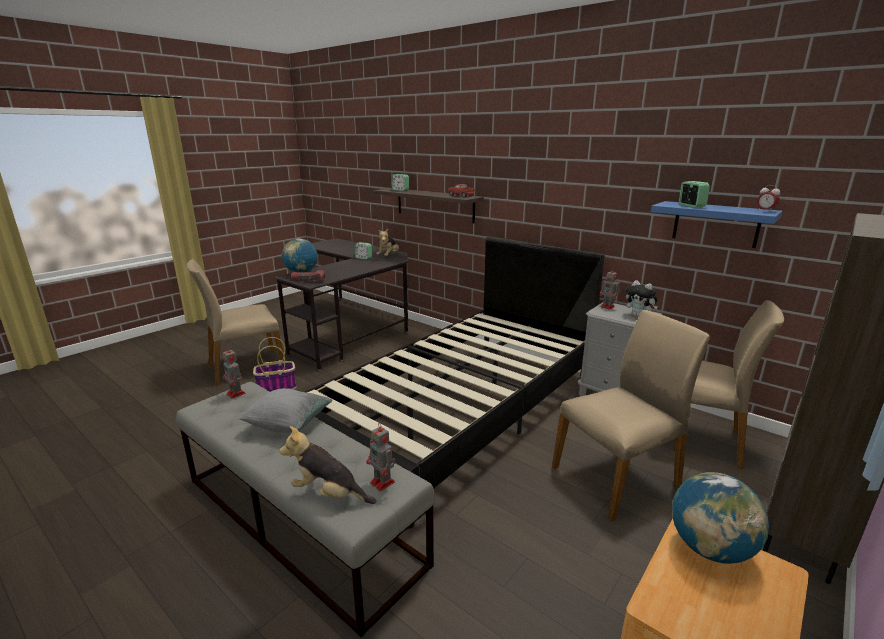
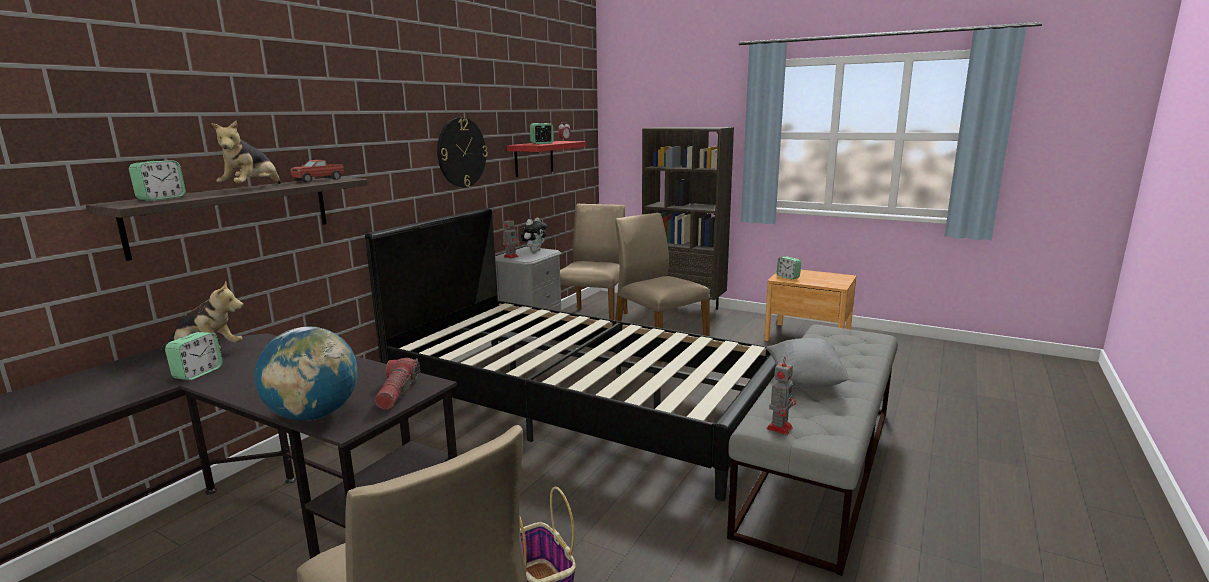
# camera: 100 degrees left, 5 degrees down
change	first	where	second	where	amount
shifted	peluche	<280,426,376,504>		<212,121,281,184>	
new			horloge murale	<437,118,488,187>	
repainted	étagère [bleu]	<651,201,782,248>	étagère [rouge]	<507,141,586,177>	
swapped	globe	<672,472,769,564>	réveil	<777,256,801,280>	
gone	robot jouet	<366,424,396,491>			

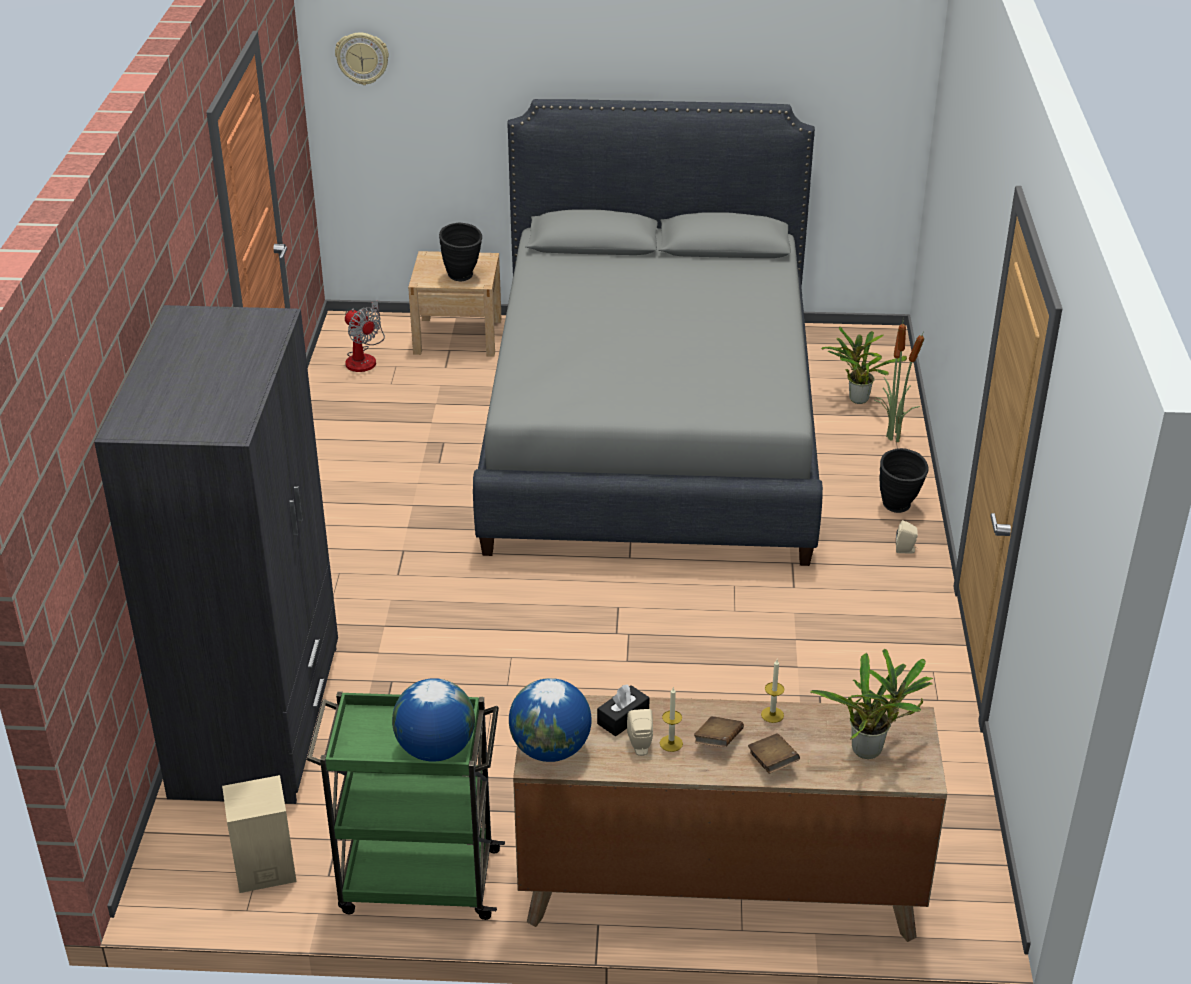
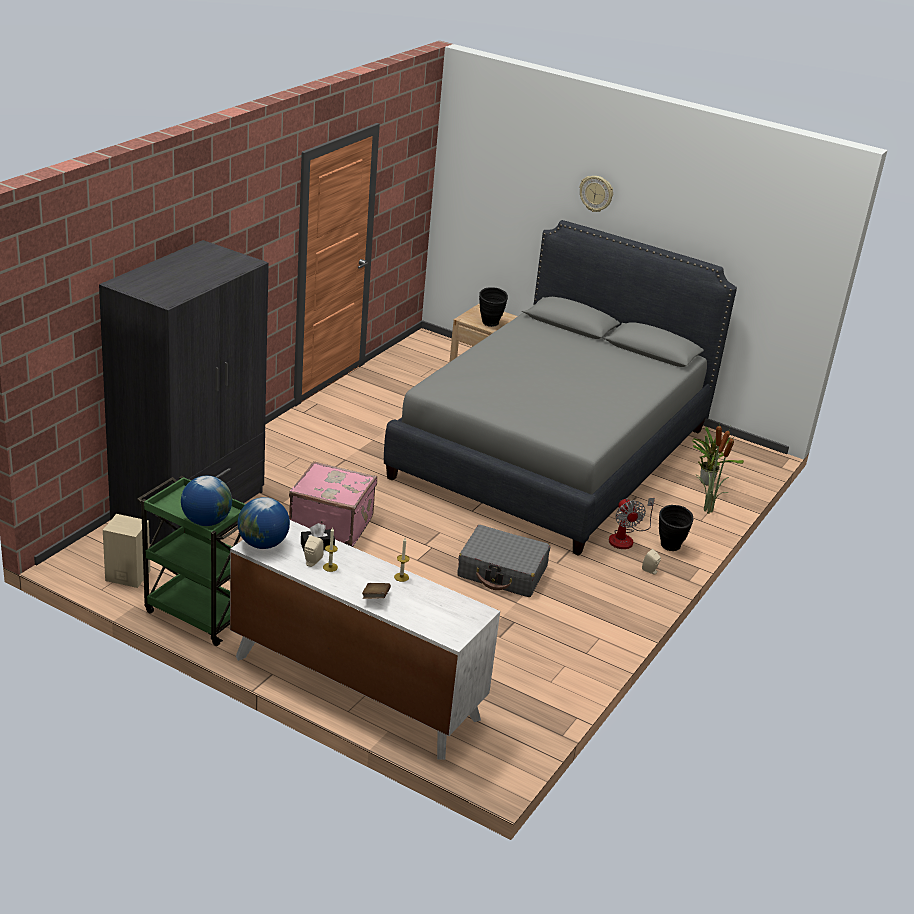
# camera: 25 degrees right, 5 degrees down
change	first	where	second	where	amount
repainted	commode [marron]	<513,695,947,942>	commode [blanc]	<230,520,500,760>	
new			valise [rose]	<289,461,377,547>	
new			valise [gris]	<457,525,550,597>	
shifted	horloge murale	<335,32,389,85>		<579,176,613,212>	
shifted	ventilateur	<345,300,385,372>		<609,498,655,549>	
gone	livre [marron]	<694,716,744,747>			
gone	plante en pot	<810,649,933,759>			

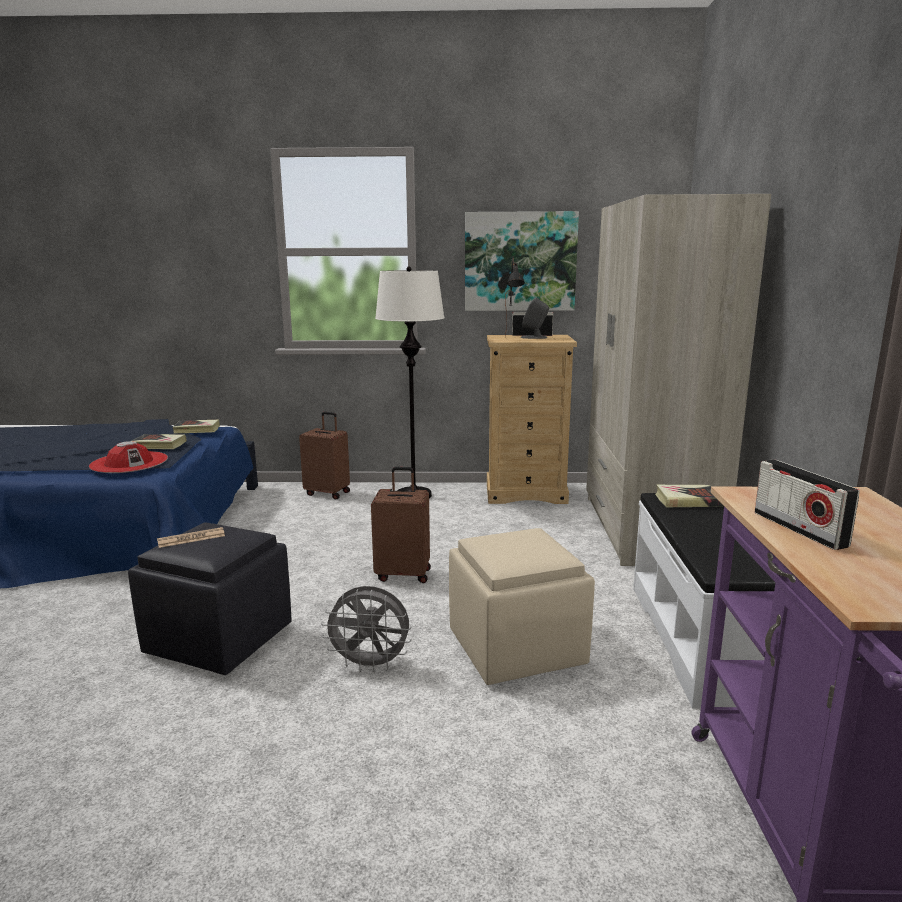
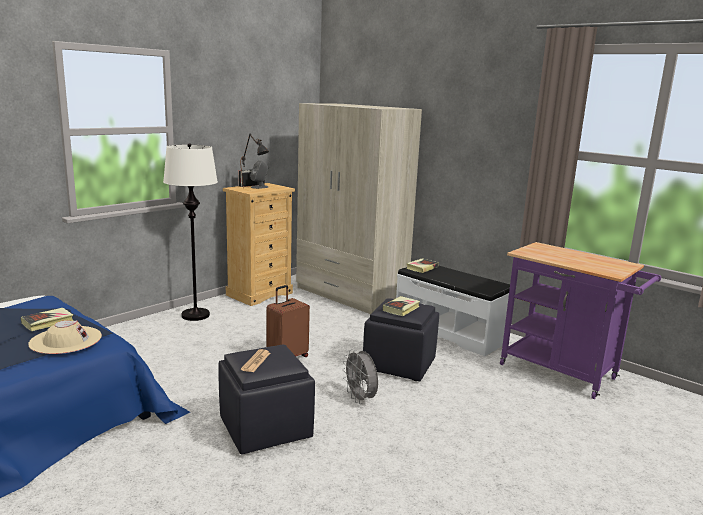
# camera: 50 degrees left, 0 degrees up
change	first	where	second	where	amount
repainted	chapeau [rouge]	<89,441,168,473>	chapeau [beige]	<28,320,102,354>	
rotated	ventilateur [gris]	<321,586,412,673>		<342,349,378,404>	105 degrees clockwise
repainted	pouf [beige]	<449,528,595,685>	pouf [noir]	<363,298,439,381>	
shifted	livre	<173,420,220,434>		<383,296,420,316>	
gone	valise [marron]	<299,412,350,500>			
gone	tableau	<465,211,579,311>			
gone	radio	<755,459,860,550>			

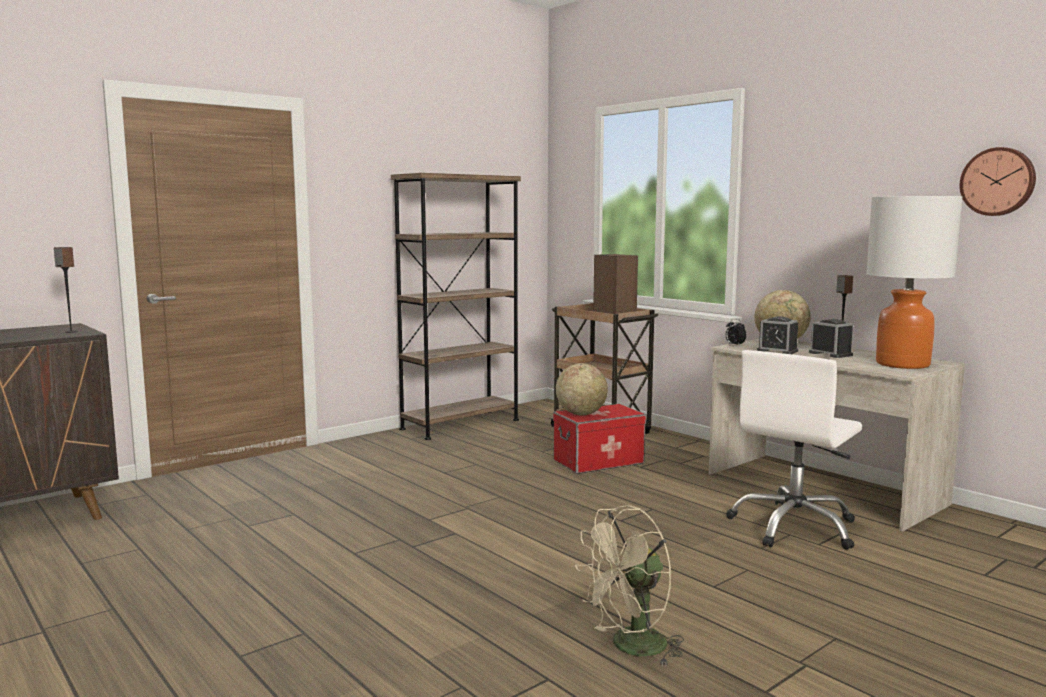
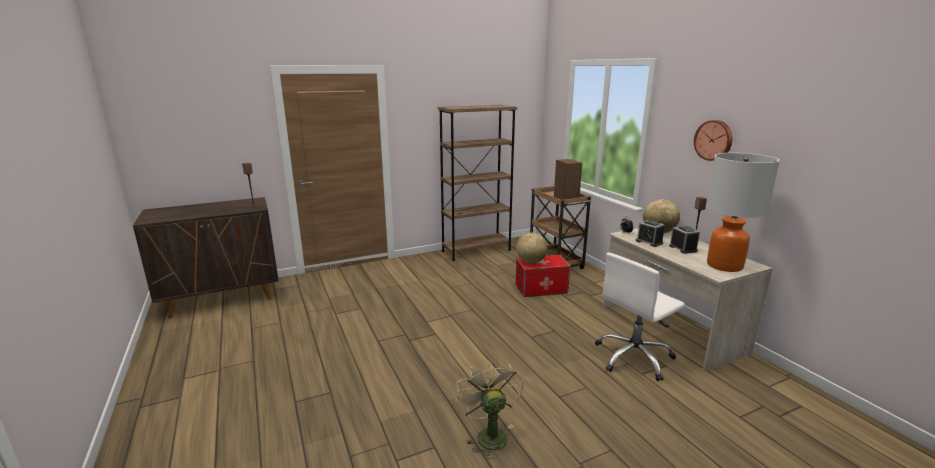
# camera: 15 degrees right, 10 degrees up
change	first	where	second	where	amount
rotated	ventilateur [beige]	<575,505,684,665>		<456,360,523,459>	90 degrees clockwise
shifted	horloge murale	<960,147,1036,216>		<694,120,732,161>	

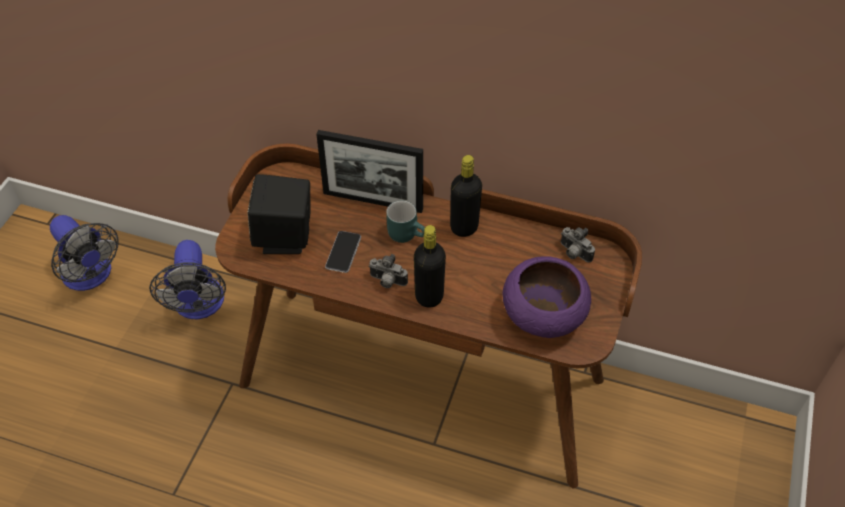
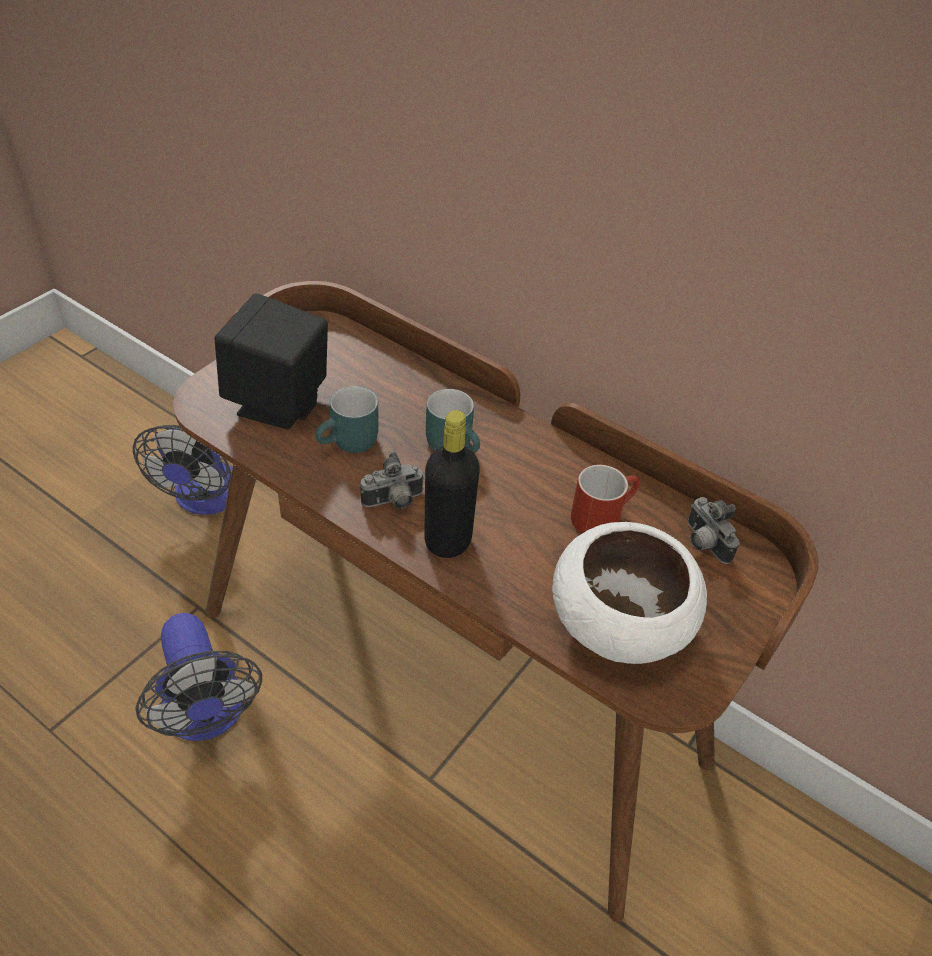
# camera: 15 degrees right, 5 degrees down
change	first	where	second	where	amount
shifted	ventilateur	<50,215,119,291>		<136,613,262,741>	
swapped	téléphone	<325,231,361,273>	mug [turquoise]	<315,386,378,453>	
rotated	appareil photo	<368,254,408,288>		<360,452,425,509>	60 degrees counterclockwise
repainted	bol [violet]	<502,257,591,338>	bol [blanc]	<552,522,707,664>	
new			mug [rouge]	<571,465,640,533>	
gone	cadre photo	<316,130,423,213>			
gone	bouteille [noir]	<450,155,482,237>			

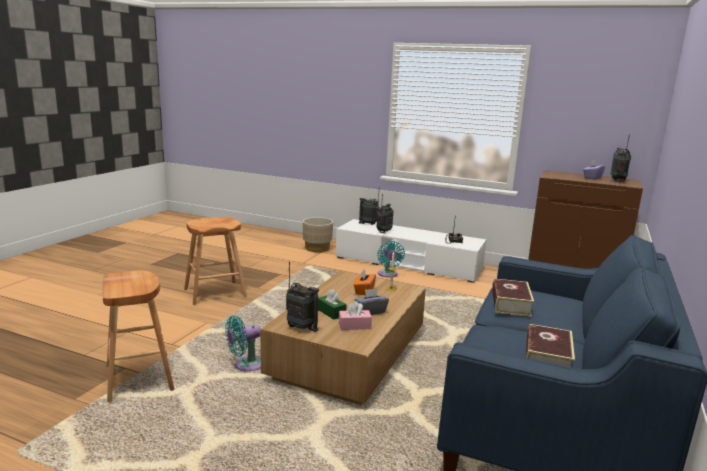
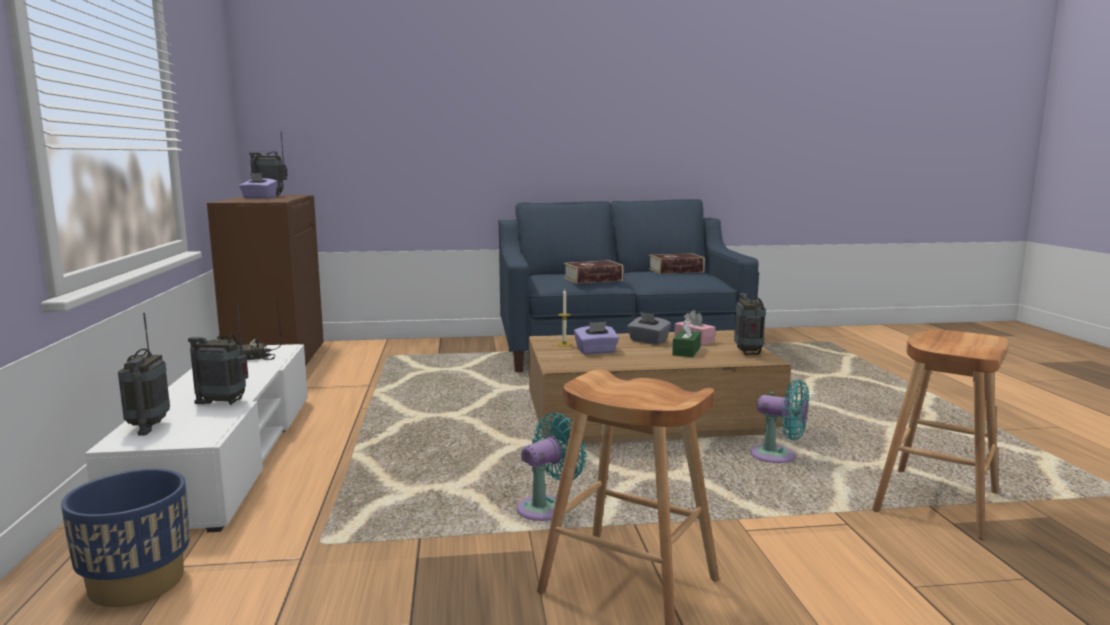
# camera: 120 degrees left, 5 degrees down
change	first	where	second	where	amount
repainted	cache-pot [beige]	<303,217,333,252>	cache-pot [bleu]	<61,469,190,607>	
shifted	ventilateur [turquoise]	<377,241,405,278>		<516,412,587,521>	
repainted	boîte à mouchoirs [orange]	<354,269,376,295>	boîte à mouchoirs [violet]	<574,322,619,355>	

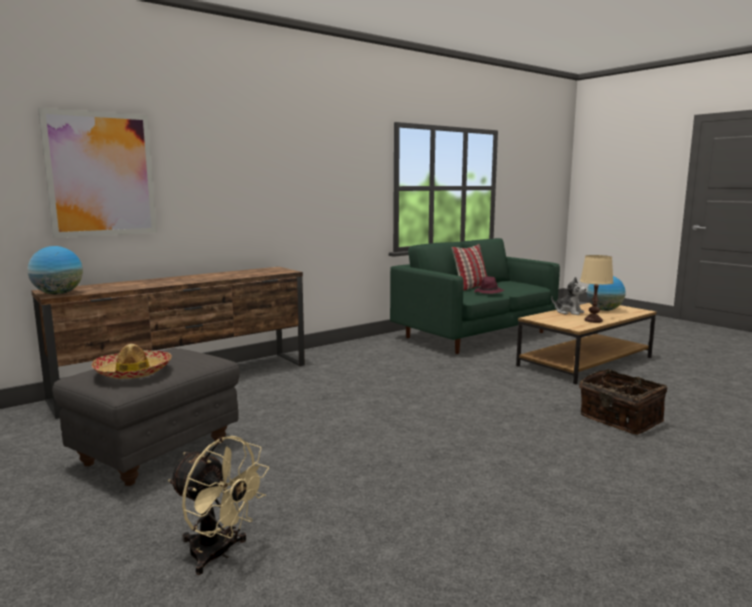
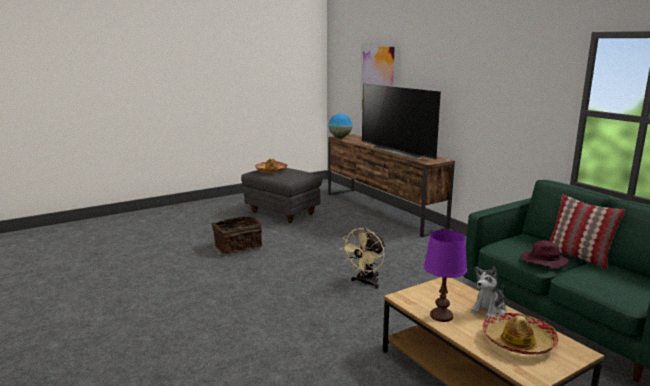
# camera: 95 degrees right, 5 degrees up
change	first	where	second	where	amount
shifted	panier	<579,369,667,435>		<211,216,262,254>	
shifted	ventilateur [beige]	<168,436,269,575>		<340,228,385,289>	
new			téléviseur	<362,84,441,160>	
repainted	lampe de table [beige]	<580,255,614,323>	lampe de table [violet]	<424,230,467,322>	
swapped	globe	<587,276,626,311>	chapeau	<482,313,559,355>	

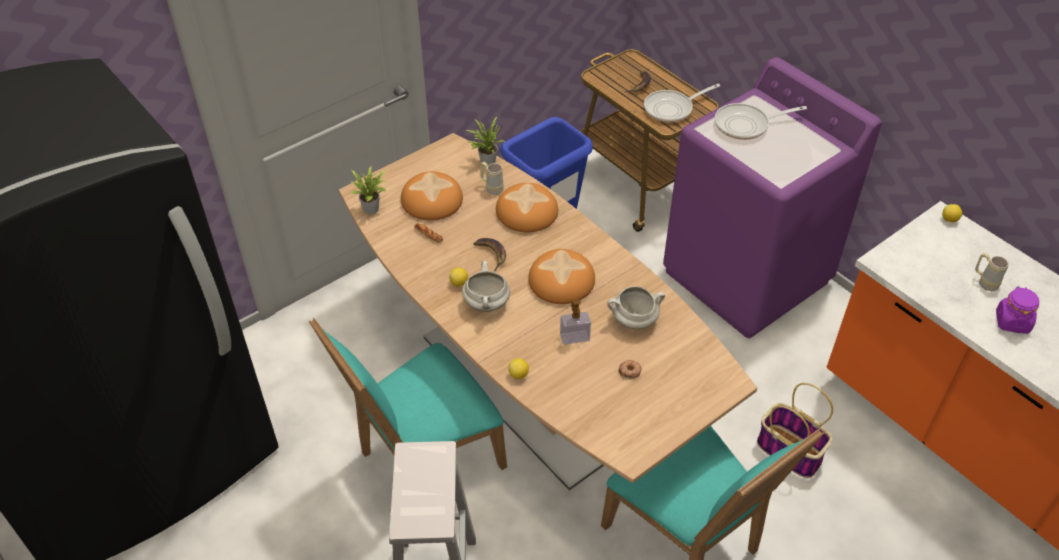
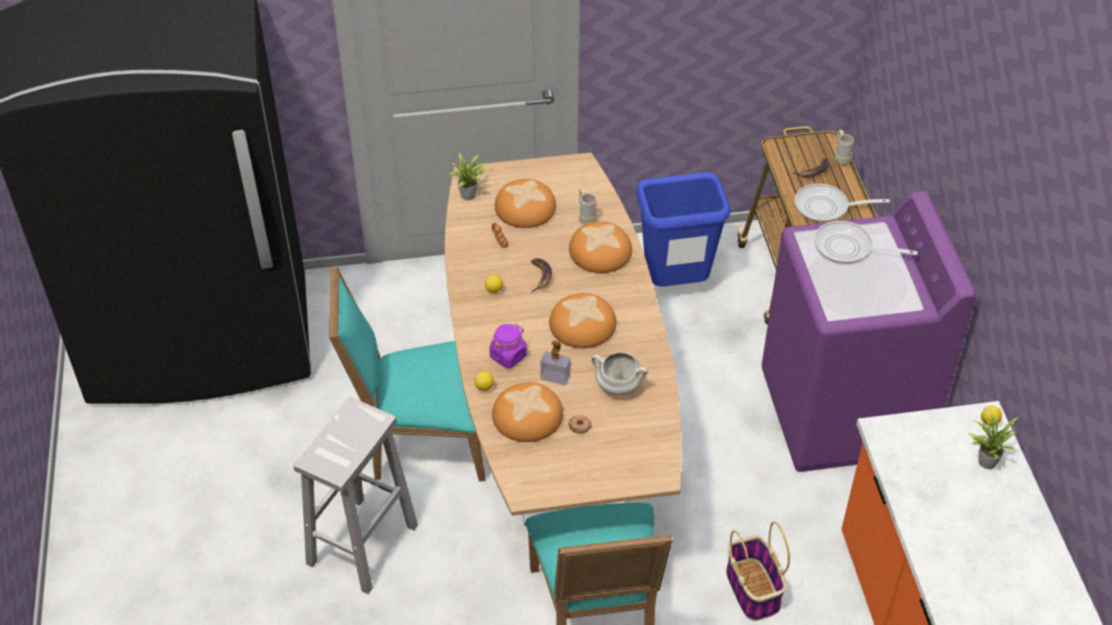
# camera: 30 degrees right, 0 degrees up
change	first	where	second	where	amount
shifted	bocal [violet]	<996,286,1039,334>		<489,324,527,368>	
new			pain	<492,382,563,442>	
shifted	mug [beige]	<975,253,1009,291>		<834,130,854,165>	
shifted	plante en pot	<466,117,505,166>		<969,410,1018,469>	
gone	marmite [blanc]	<462,261,510,312>			

